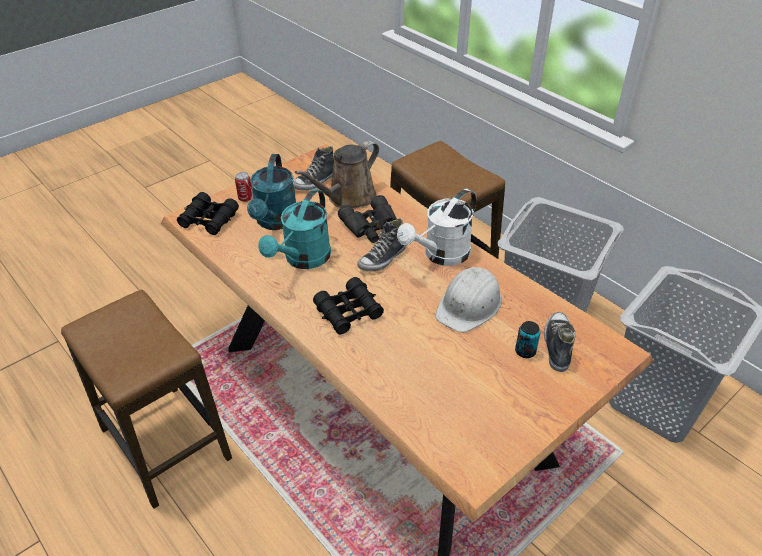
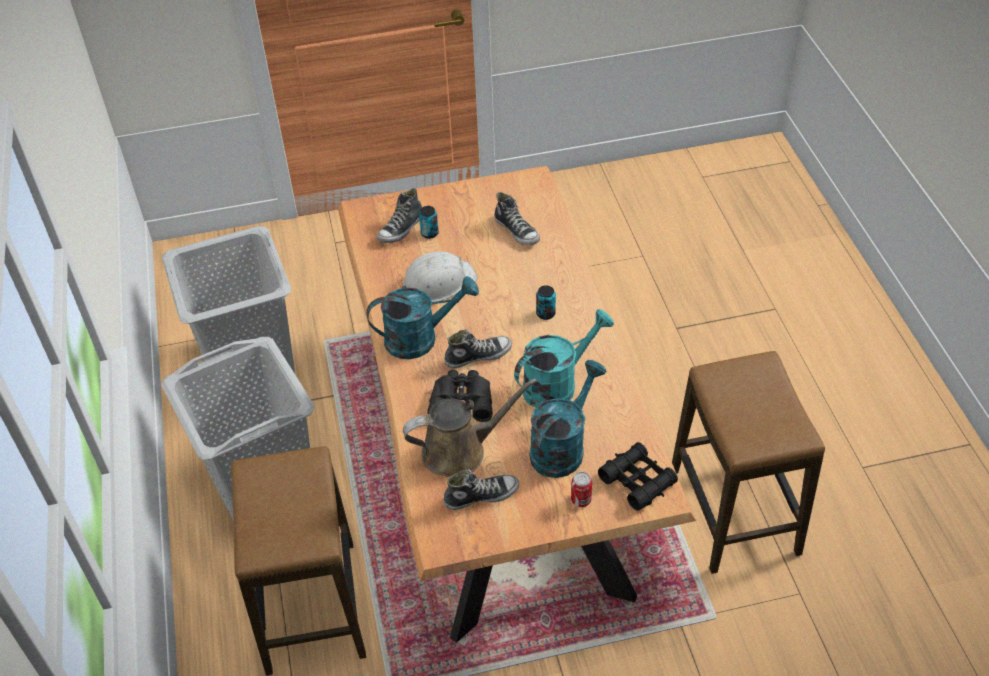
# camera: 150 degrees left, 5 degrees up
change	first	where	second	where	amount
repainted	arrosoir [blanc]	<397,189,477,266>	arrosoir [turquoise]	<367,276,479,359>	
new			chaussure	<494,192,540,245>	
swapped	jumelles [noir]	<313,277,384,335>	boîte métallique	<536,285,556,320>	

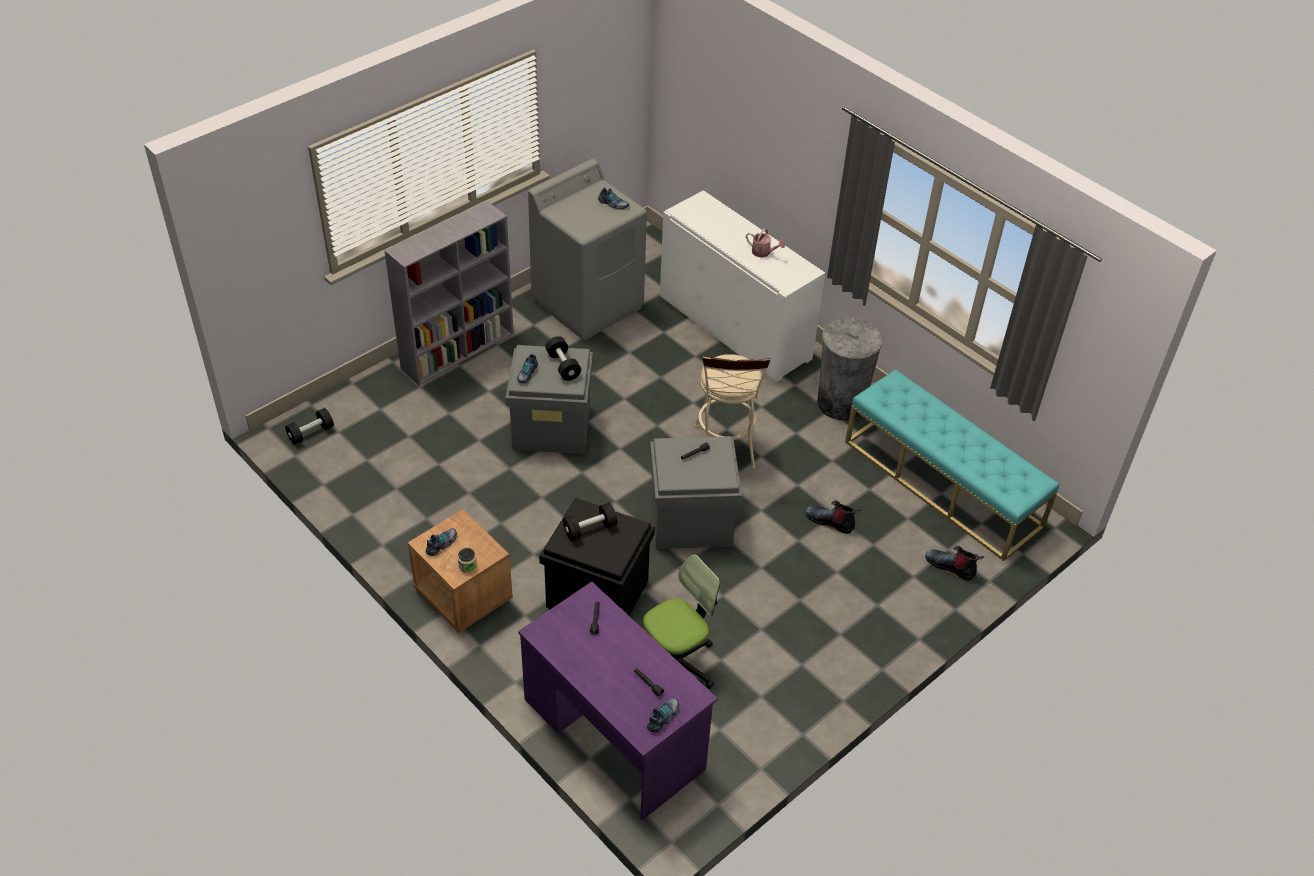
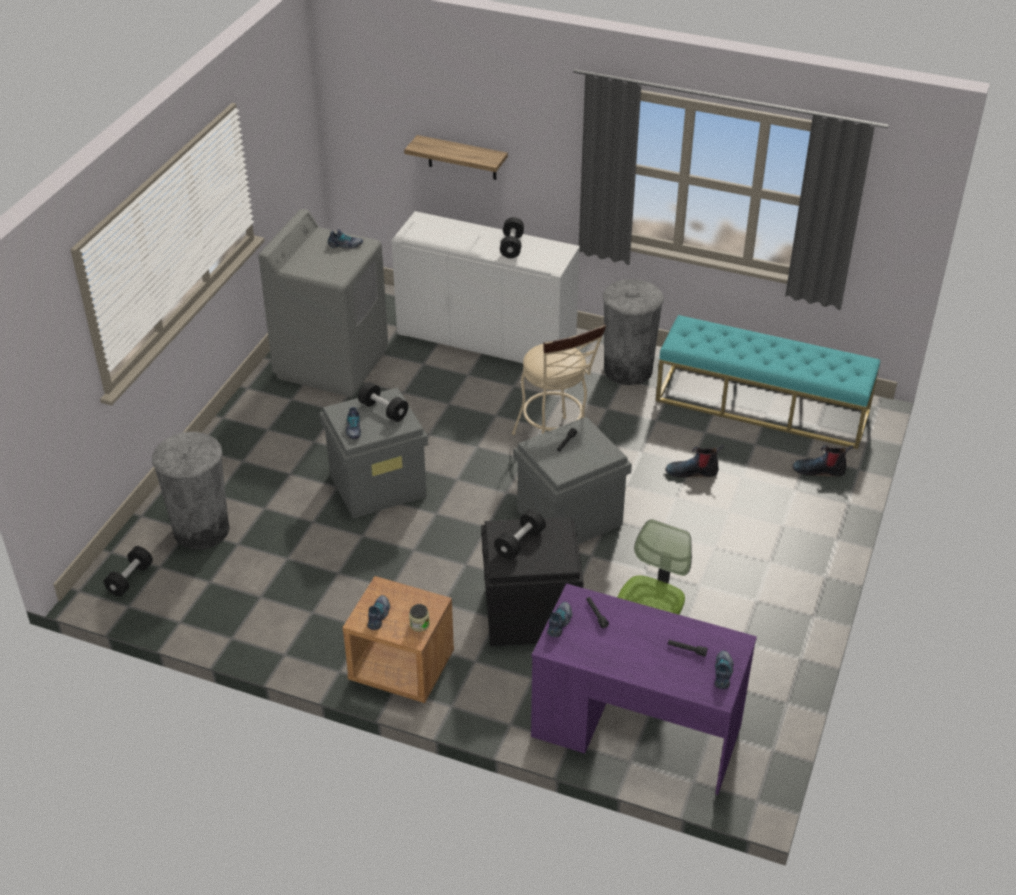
# camera: 25 degrees left, 5 degrees down
change	first	where	second	where	amount
new			poubelle [gris]	<152,432,230,550>	
new			étagère	<404,135,508,180>	
swapped	arrosoir	<746,228,785,258>	haltère [noir]	<500,217,524,258>	
new			chaussure	<547,602,572,637>	
gone	bibliothèque [gris]	<385,201,514,385>			

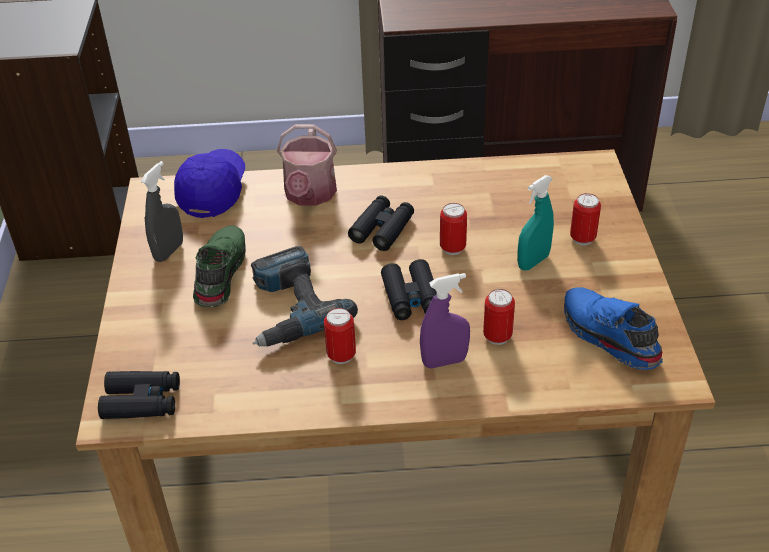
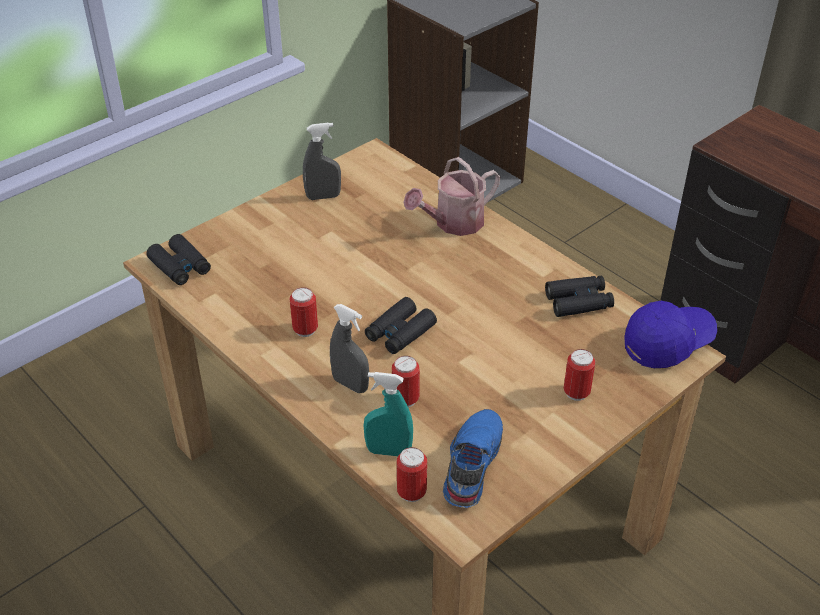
# camera: 50 degrees right, 0 degrees up
change	first	where	second	where	amount
repainted	vaporisateur [violet]	<420,273,470,369>	vaporisateur [gris]	<330,304,369,393>	
shifted	vaporisateur [turquoise]	<517,175,554,271>		<363,372,413,456>	
shifted	boîte métallique	<440,203,467,255>		<397,447,427,502>	
shifted	jumelles [noir]	<348,196,414,251>		<545,276,614,317>	
shifted	casquette [bleu]	<174,149,245,218>		<624,300,717,368>	
gone	chaussure [vert]	<193,225,246,307>			
gone	perceuse	<251,246,358,346>			

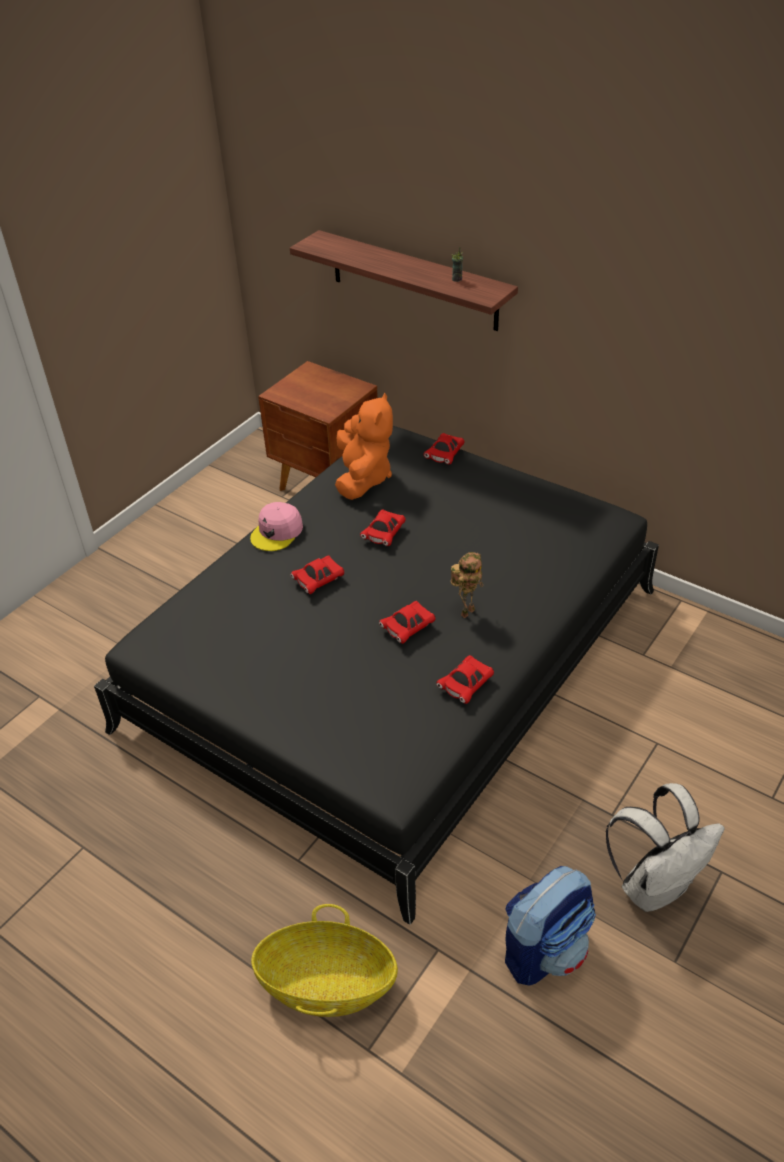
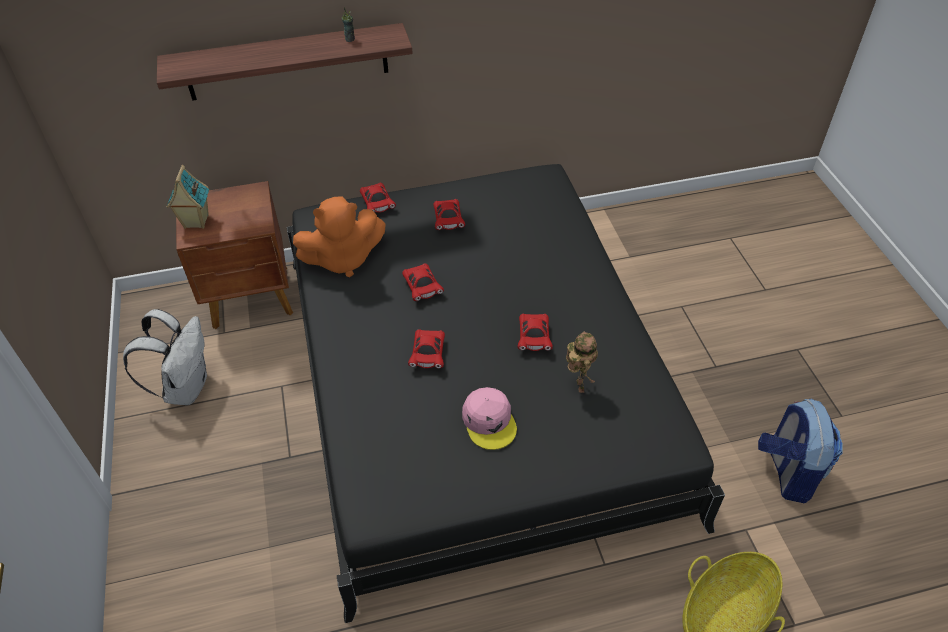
# camera: 50 degrees left, 5 degrees up
change	first	where	second	where	amount
shifted	sac à dos [blanc]	<606,783,725,912>		<123,309,207,405>	
new			maison miniature	<167,165,210,229>	
rotated	peluche [orange]	<335,392,393,500>		<293,196,386,277>	120 degrees clockwise
shifted	petite voiture [rouge]	<436,655,494,704>		<433,199,465,230>	
shifted	casquette [rose]	<250,502,303,551>		<462,387,517,450>	
shifted	robot jouet	<451,552,483,618>		<566,331,598,393>	

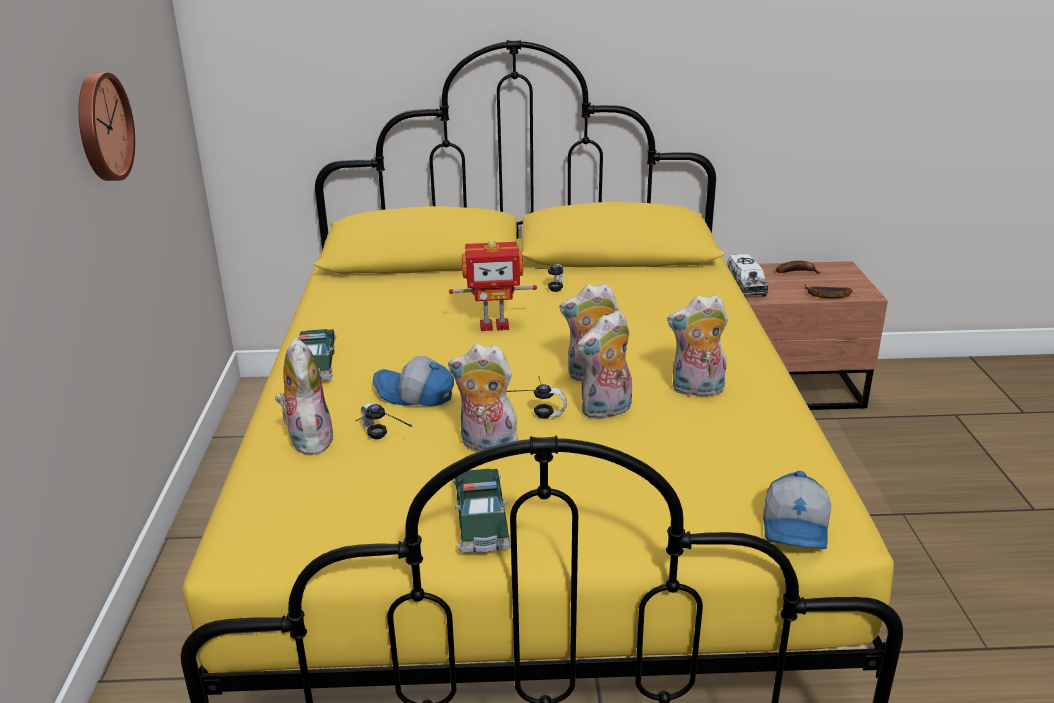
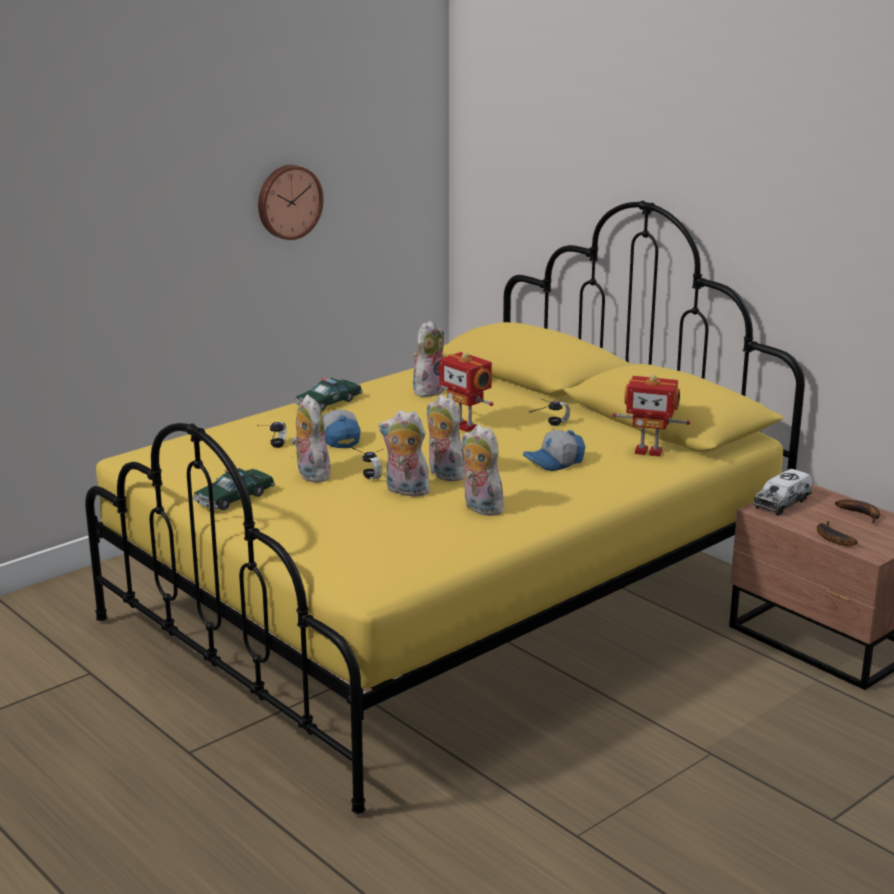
# camera: 50 degrees right, 5 degrees down
change	first	where	second	where	amount
shifted	peluche	<275,337,334,455>		<413,320,445,397>	
shifted	casquette	<763,471,831,549>		<523,430,585,471>	
new			robot jouet	<612,375,690,457>	

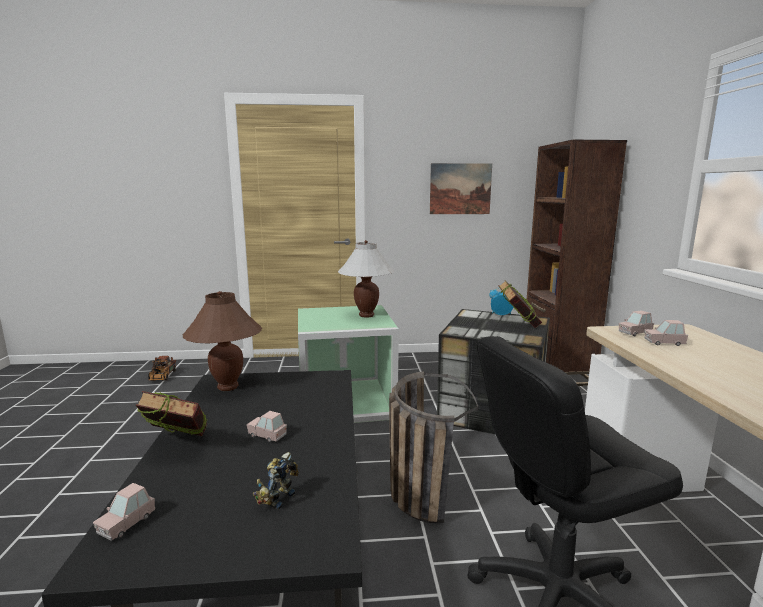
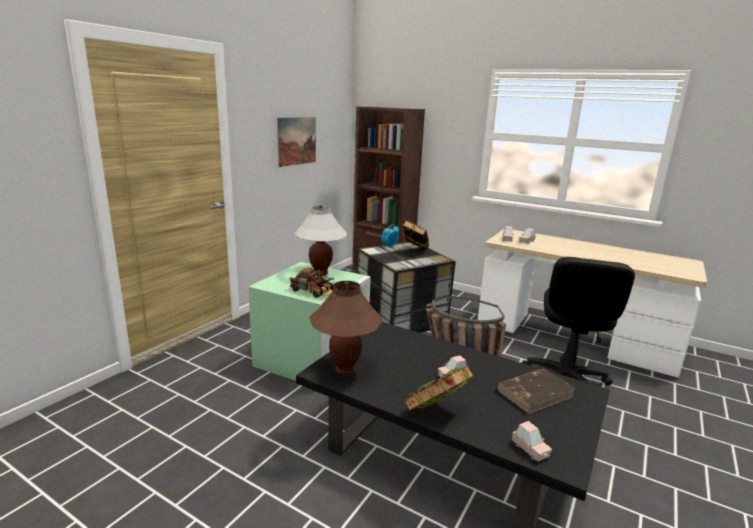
# camera: 55 degrees left, 5 degrees up
change	first	where	second	where	amount
shifted	camion jouet	<148,356,176,381>		<290,268,334,298>	
swapped	robot jouet	<253,452,299,509>	livre [marron]	<496,369,576,414>	

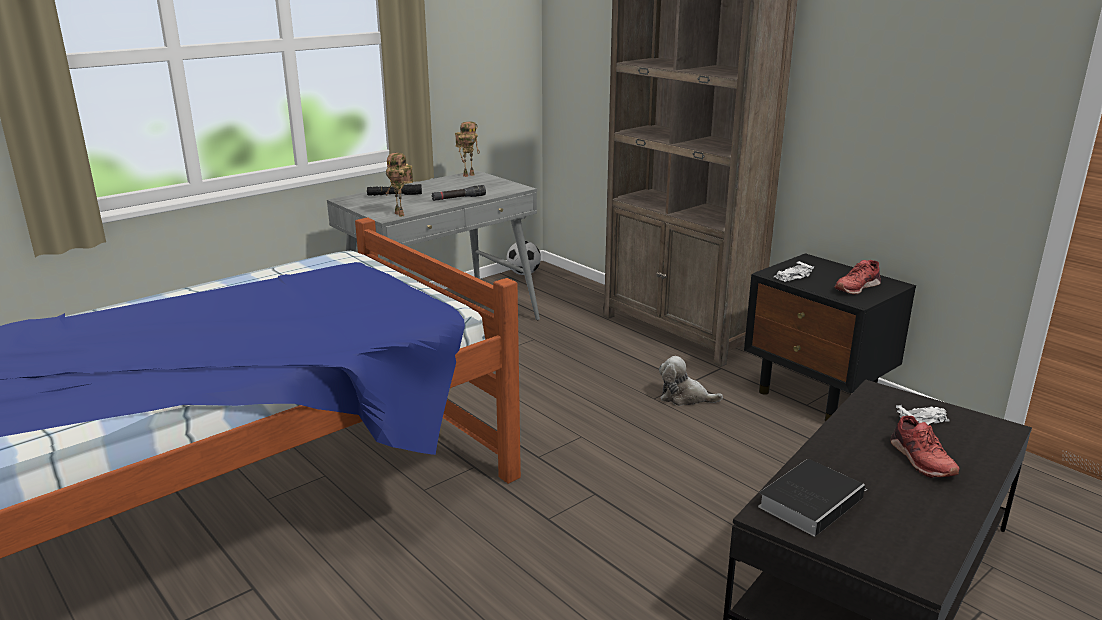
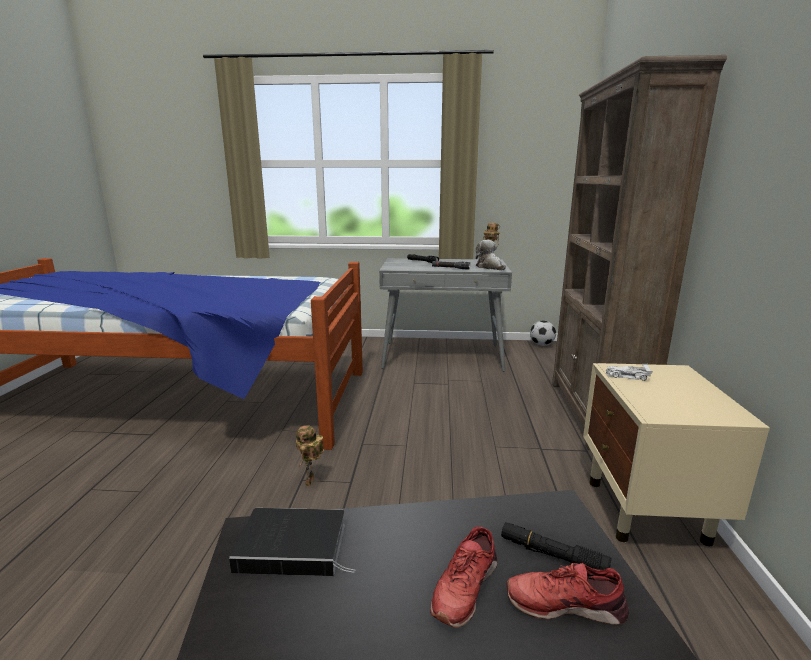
# camera: 45 degrees right, 5 degrees down
change	first	where	second	where	amount
shifted	robot jouet	<385,153,413,217>		<296,425,324,486>	
shifted	peluche	<659,356,723,406>		<476,240,506,270>	
swapped	petite voiture [blanc]	<896,405,950,425>	lampe de poche [noir]	<501,522,612,570>	
shifted	chaussure [rouge]	<834,260,881,295>		<507,563,629,625>	
repainted	table de chevet [noir]	<744,253,916,422>	table de chevet [beige]	<583,363,770,547>	

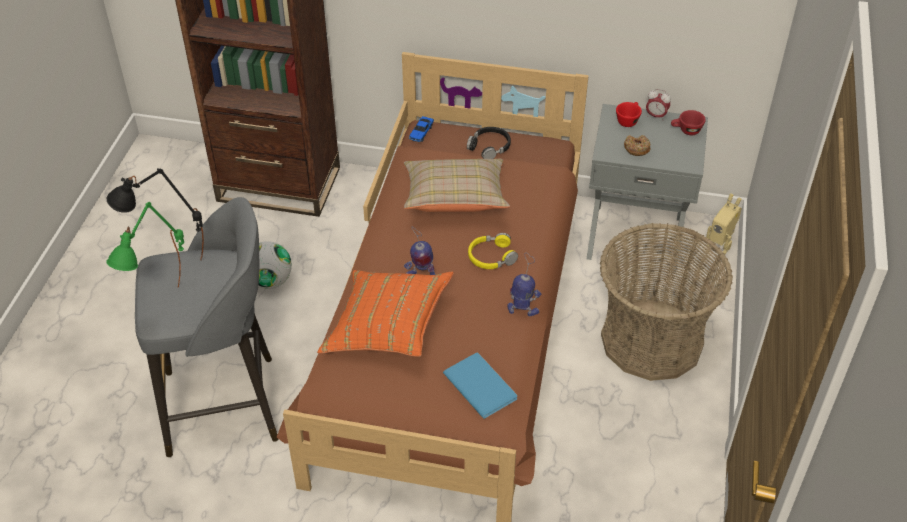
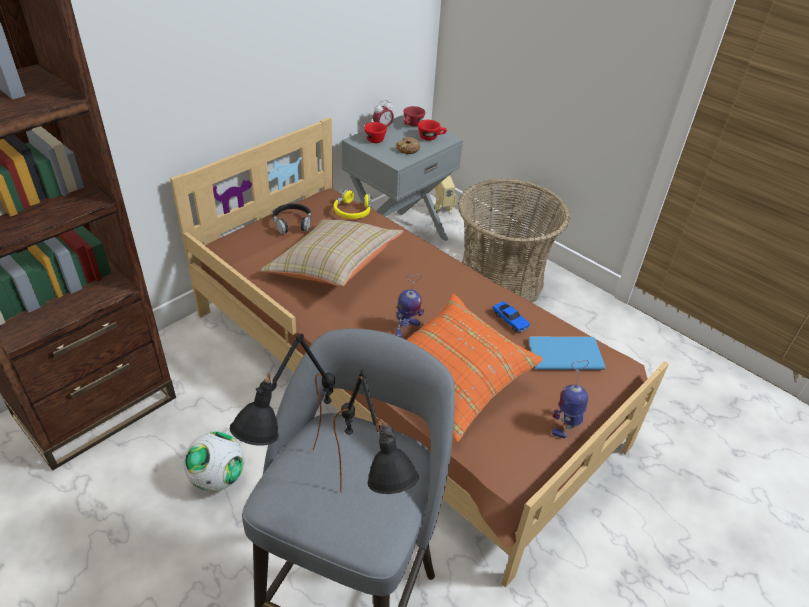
# camera: 60 degrees left, 5 degrees down
change	first	where	second	where	amount
repainted	lampe de table [vert]	<106,202,184,287>	lampe de table [noir]	<333,369,419,494>	
shifted	casque audio [jaune]	<468,233,518,269>		<334,189,371,219>	
new			tasse [rouge]	<418,120,447,141>	
shifted	petite voiture	<409,116,434,142>		<492,301,530,332>	
shifted	robot jouet	<507,253,541,317>		<552,360,589,439>	

